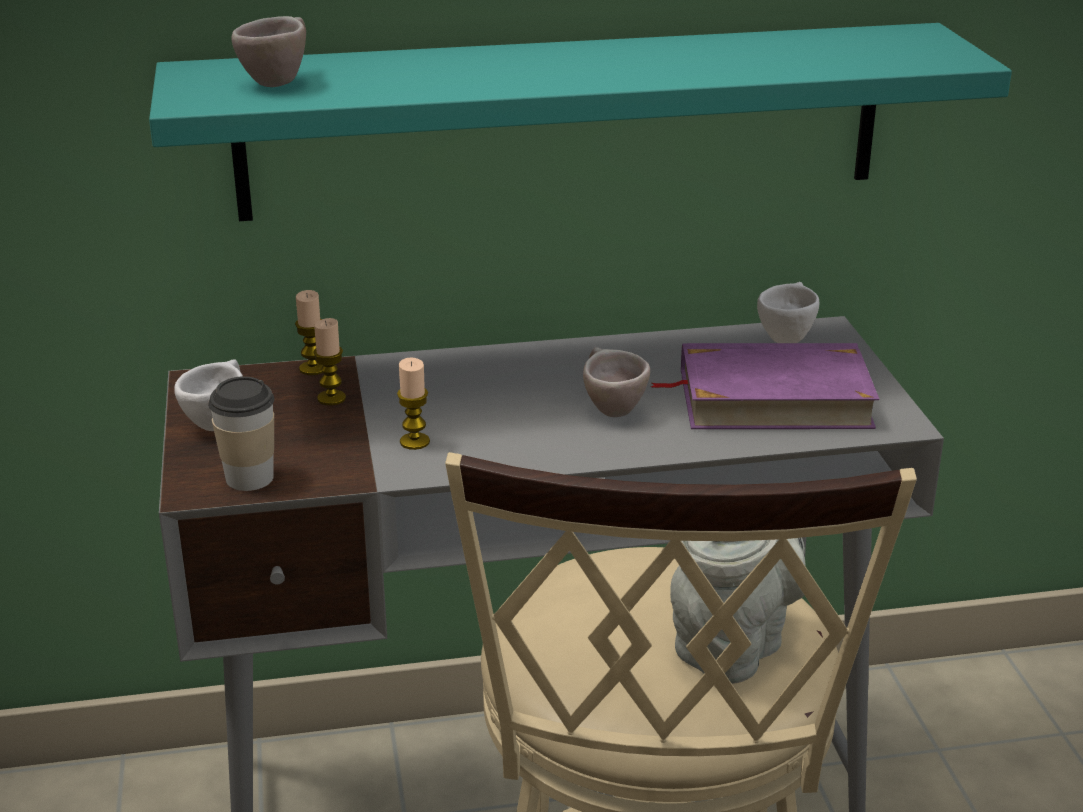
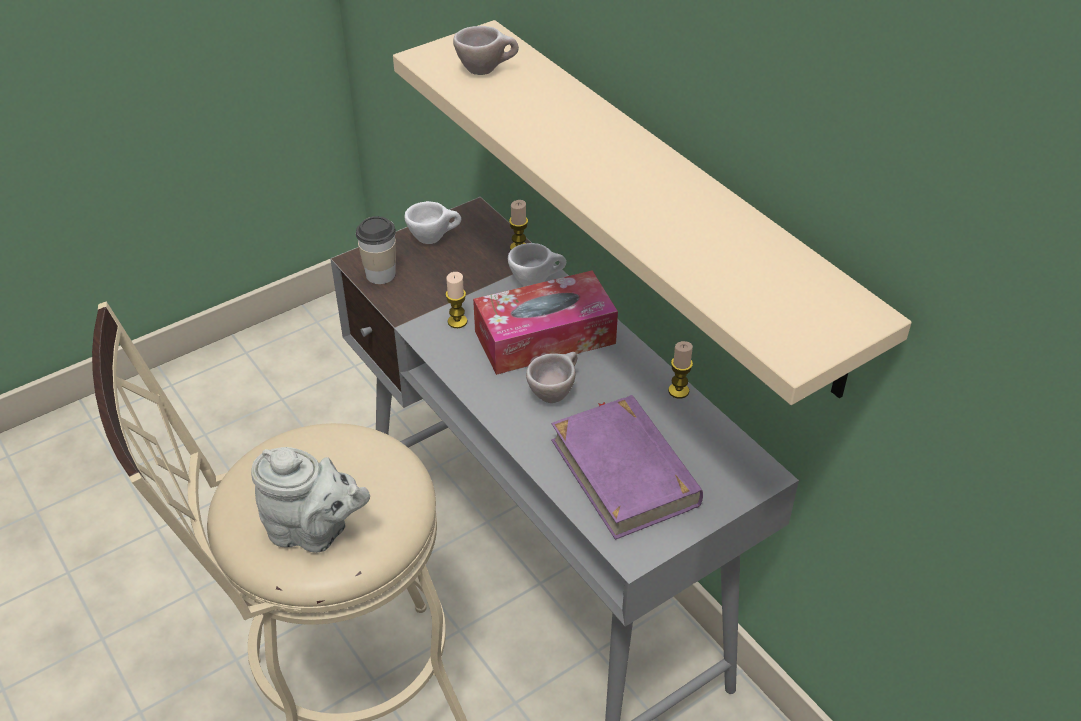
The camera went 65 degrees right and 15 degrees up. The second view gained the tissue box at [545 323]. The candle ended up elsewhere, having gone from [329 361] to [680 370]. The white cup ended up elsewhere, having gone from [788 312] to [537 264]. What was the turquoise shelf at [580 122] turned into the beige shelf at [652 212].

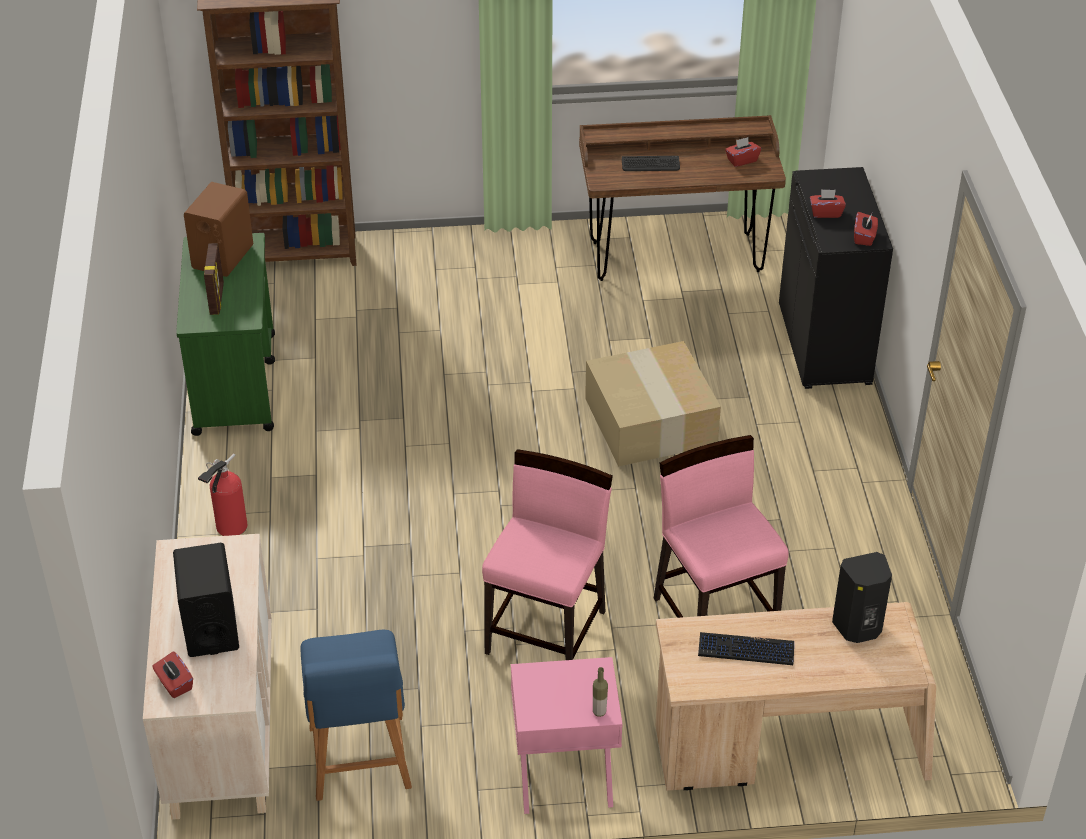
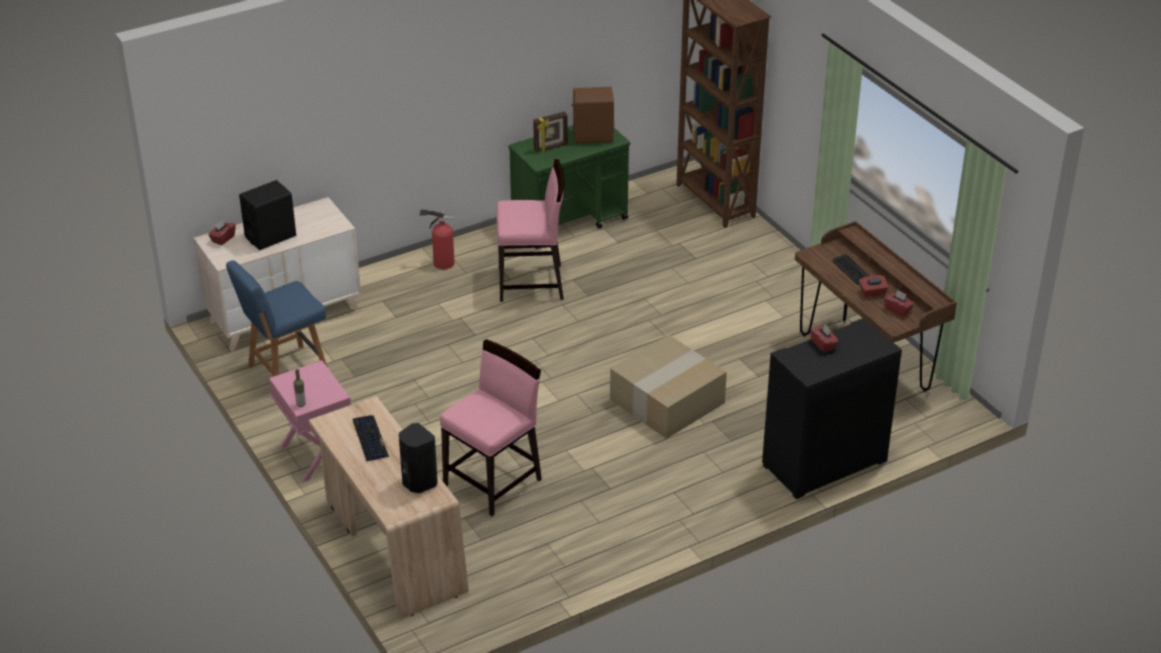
The camera went 65 degrees right and 5 degrees down. The pink chair ended up elsewhere, having gone from [547 554] to [530 230]. The red tissue box ended up elsewhere, having gone from [866 229] to [874 286].

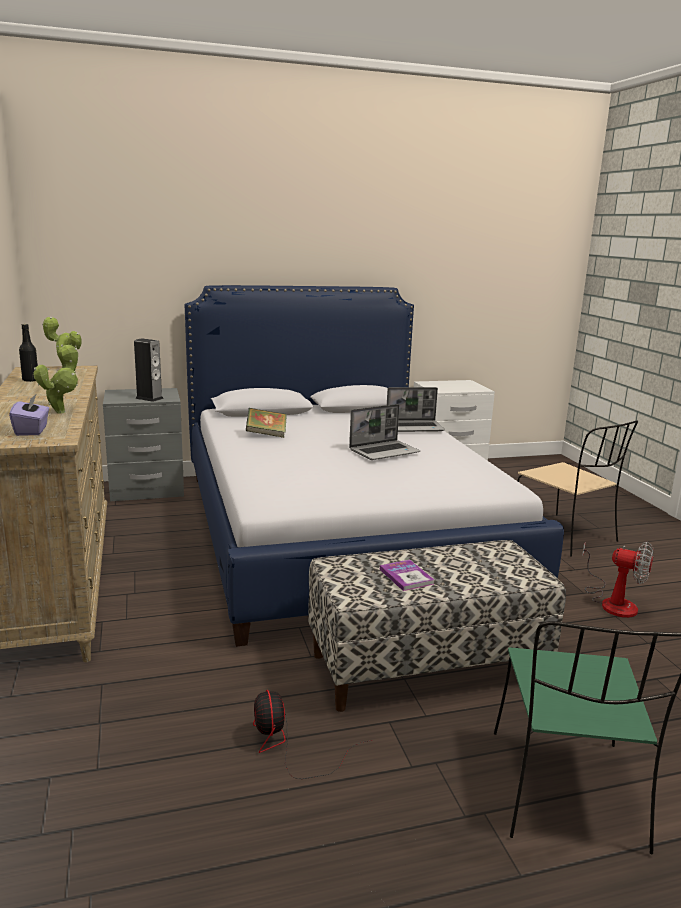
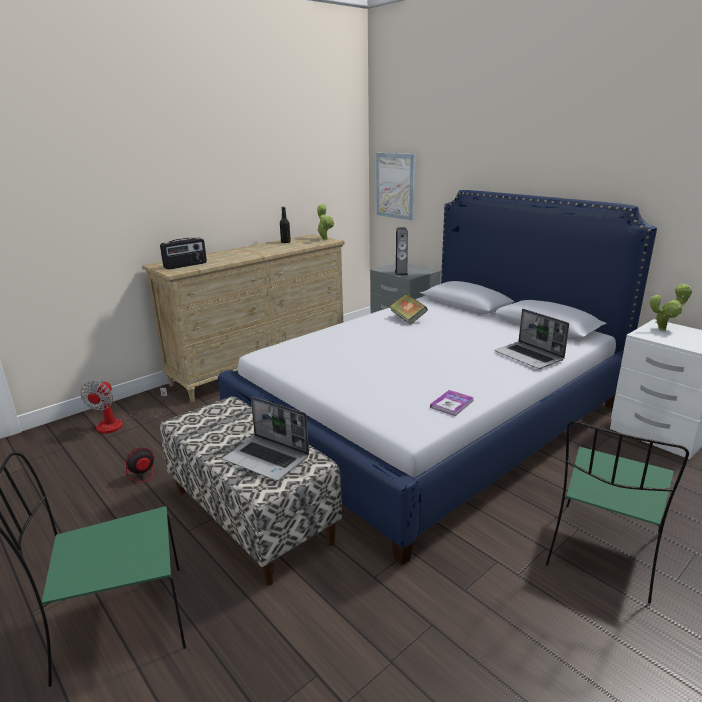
The camera went 65 degrees right and 5 degrees up. The second view gained the picture at [395 186]. The potted plant ended up elsewhere, having gone from [55 378] to [671 307]. The laptop ended up elsewhere, having gone from [384 432] to [266 438]. The book ended up elsewhere, having gone from [407 575] to [452 403]. The fan ended up elsewhere, having gone from [618 579] to [123 407]. Where the purple tissue box stood at [29 415], the radio came to stand at [183 253]. What was the beige chair at [578 488] turned into the green chair at [617 512].

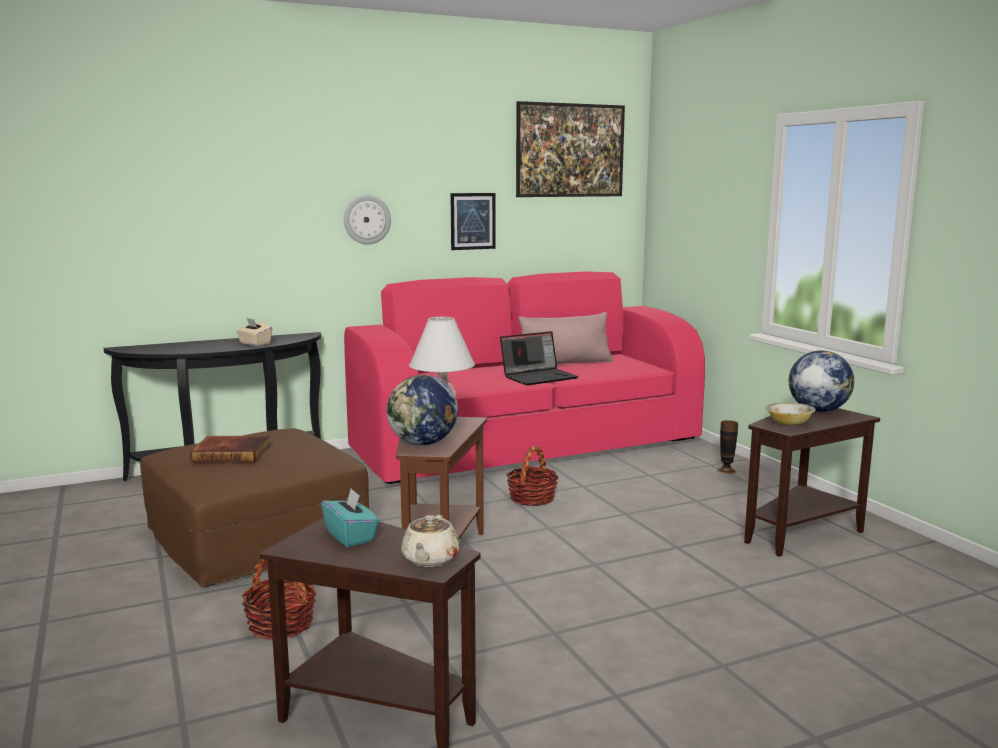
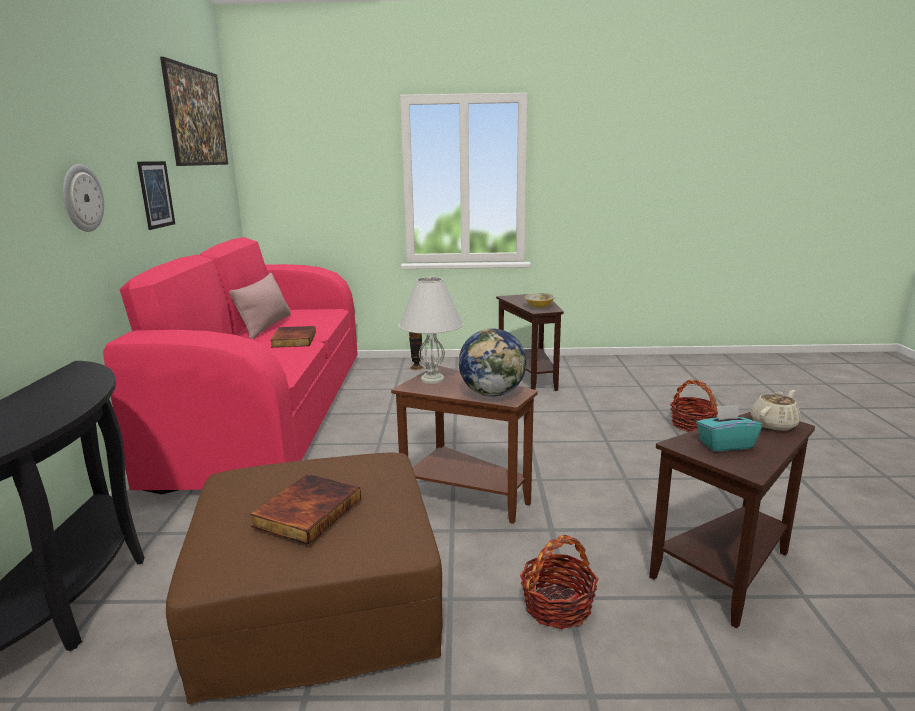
The camera went 65 degrees left and 5 degrees up. The second view lost the beige tissue box at [254 332]. The second view lost the globe at [821 381]. The basket ended up elsewhere, having gone from [532 476] to [694 406]. Where the laptop stood at [539 358], the book came to stand at [293 337]. The beige teapot at [430 541] ended up facing another way, 75 degrees counterclockwise from before.

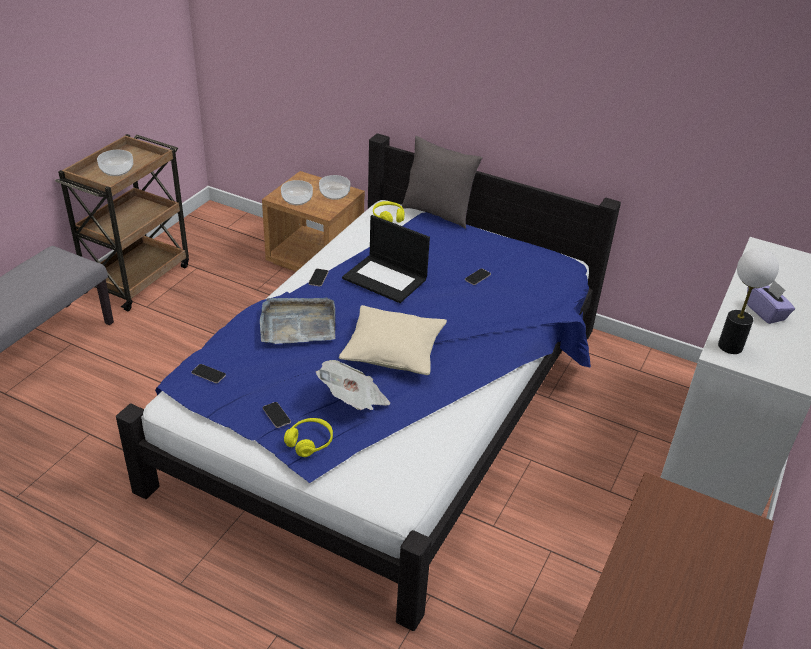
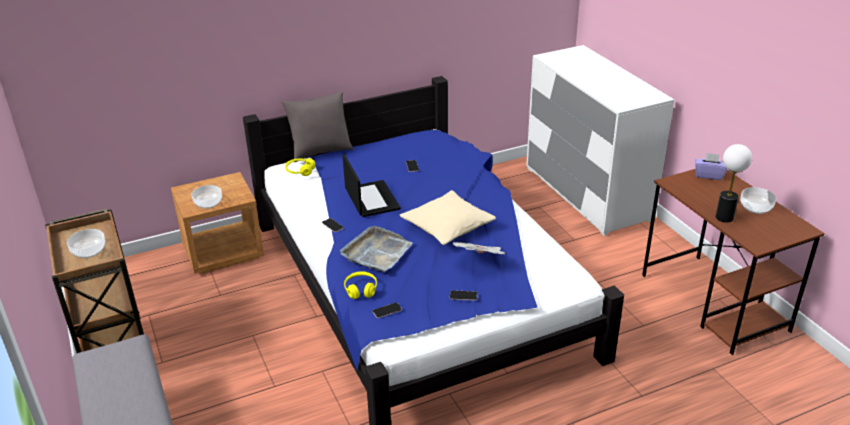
The camera went 50 degrees left and 5 degrees down. The yellow headphones ended up elsewhere, having gone from [308 437] to [360 285]. The bowl ended up elsewhere, having gone from [334 187] to [758 200]. The table lamp ended up elsewhere, having gone from [748 301] to [734 183]. The purple tissue box ended up elsewhere, having gone from [771 302] to [711 166]. The laptop at [386 259] ended up facing another way, 90 degrees counterclockwise from before.

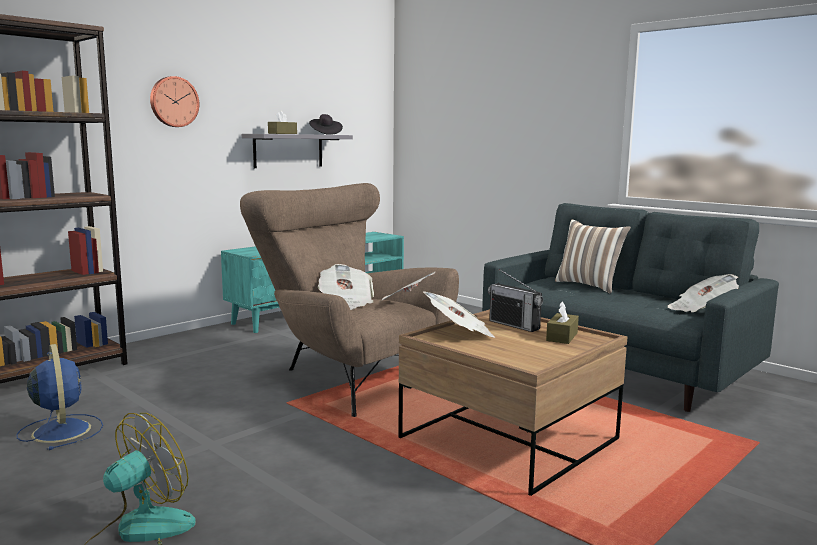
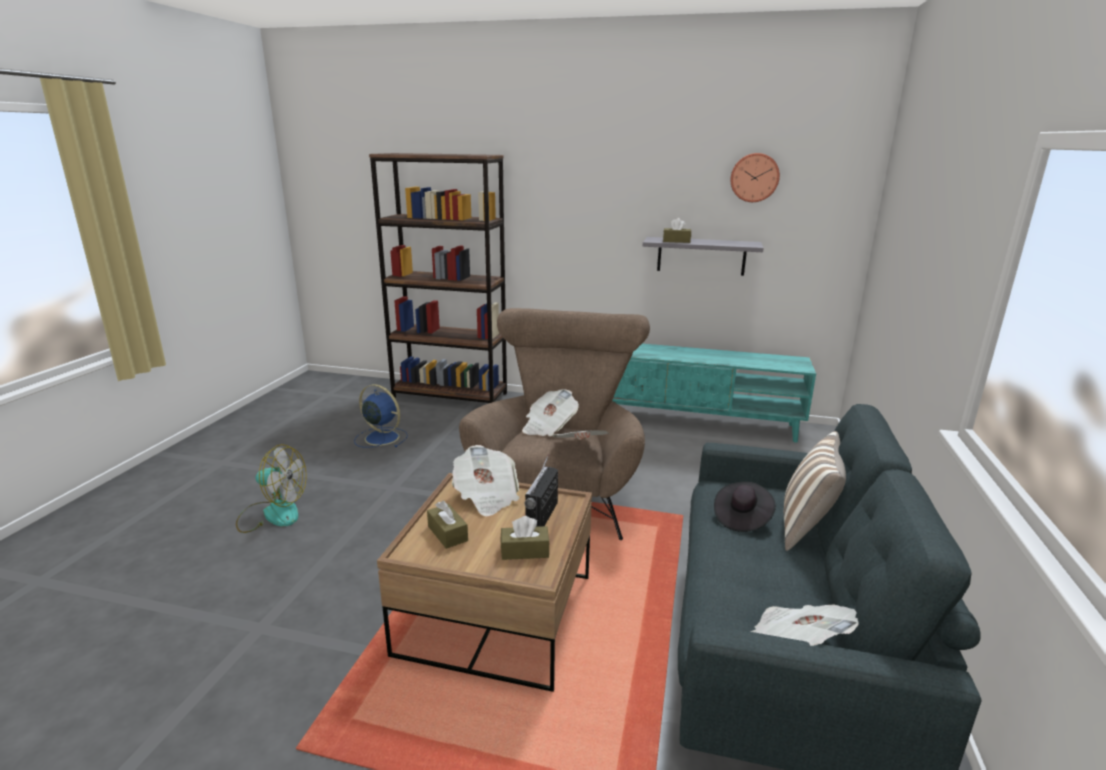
The camera went 60 degrees right and 10 degrees up. The second view gained the brown tissue box at [447 525]. The wall clock ended up elsewhere, having gone from [174 101] to [755 177]. The black hat ended up elsewhere, having gone from [326 124] to [745 507]. The blue fan at [59 397] ended up facing another way, 90 degrees counterclockwise from before.

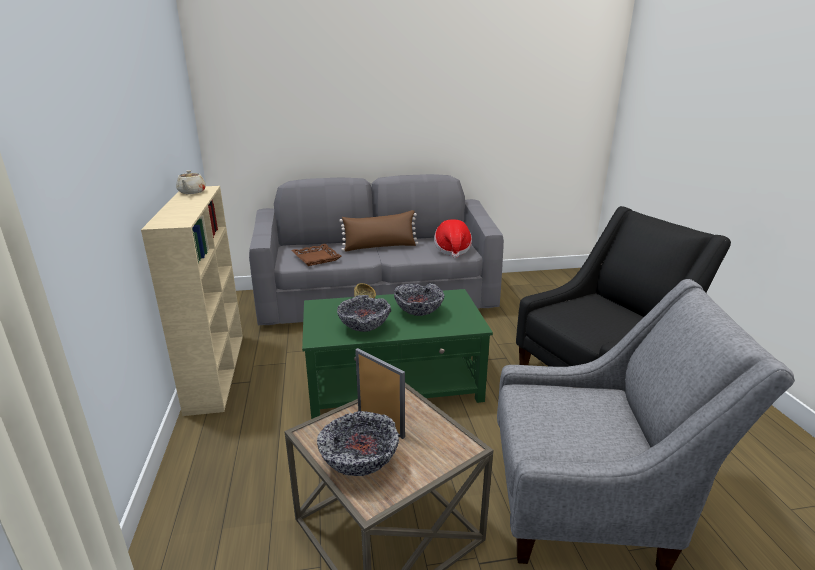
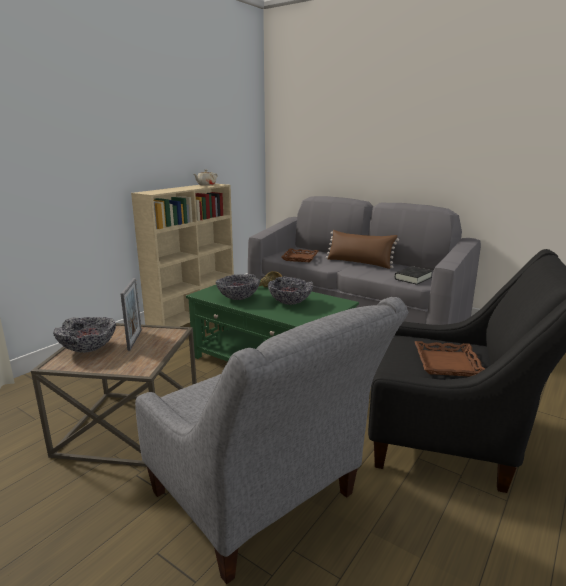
The camera went 45 degrees right and 5 degrees down. The second view gained the brown tray at [450 358]. Where the hat stood at [453 238], the black book came to stand at [413 275].

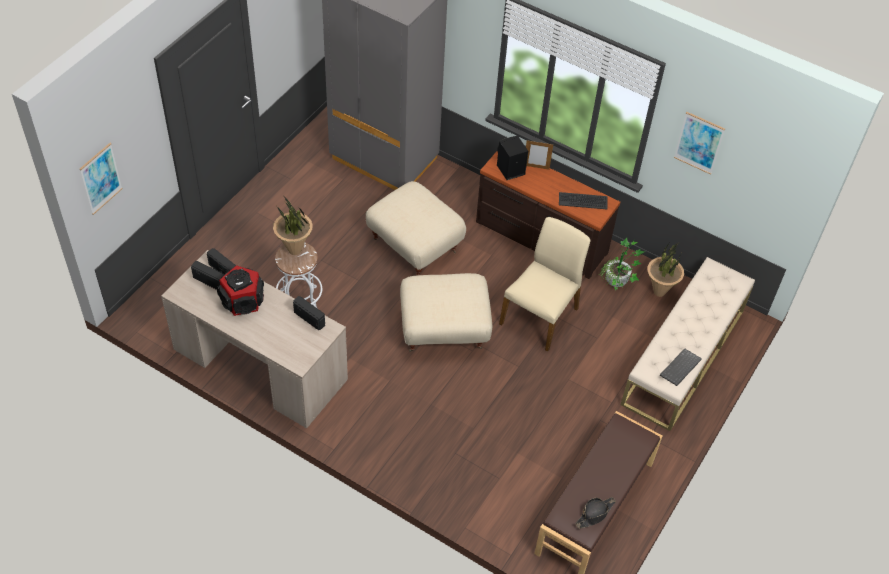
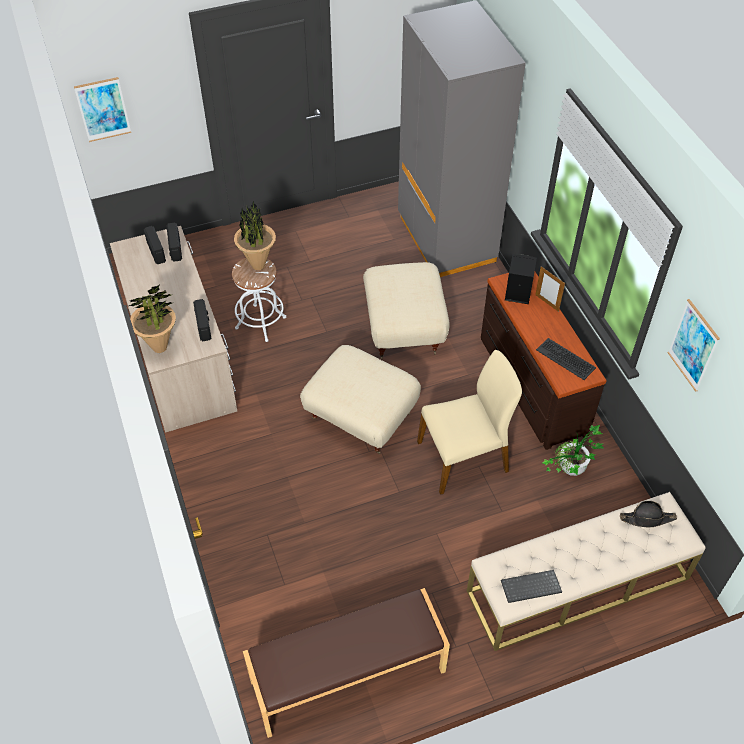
The camera went 40 degrees right and 0 degrees up. The second view lost the speaker at [240 290]. The black hat ended up elsewhere, having gone from [595 513] to [648 514]. The potted plant ended up elsewhere, having gone from [666 270] to [152 318].

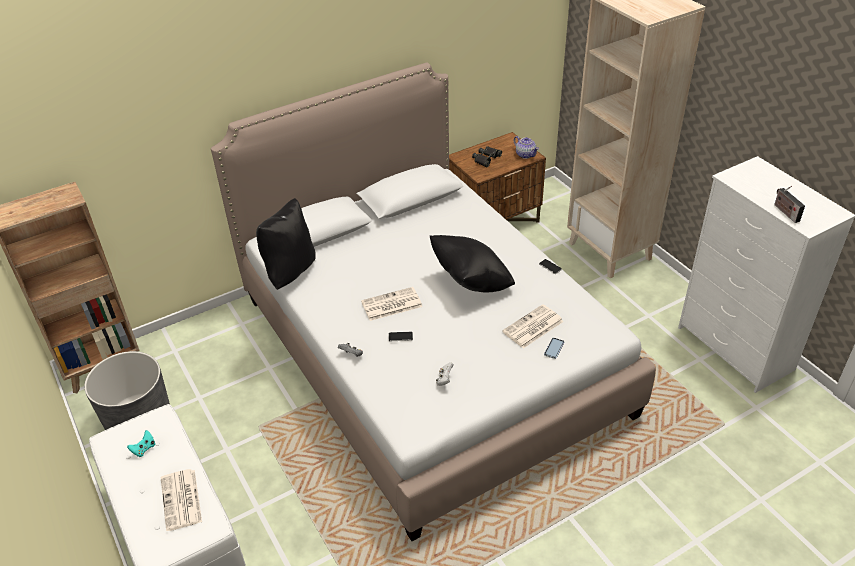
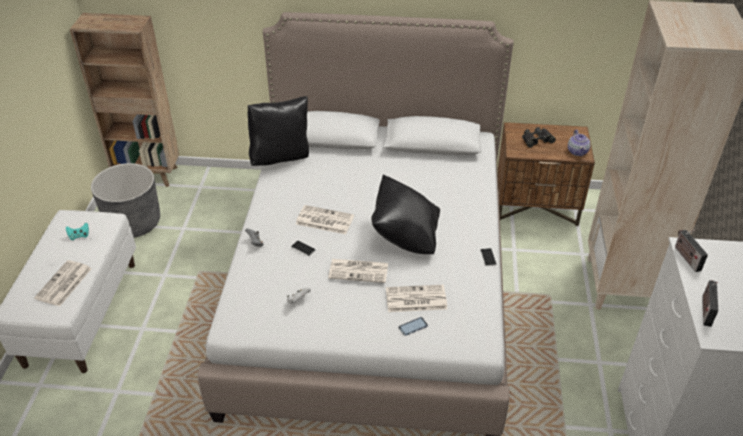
The camera went 35 degrees right and 0 degrees up. The second view gained the newspaper at [358 271]. The second view gained the radio at [691 251].

